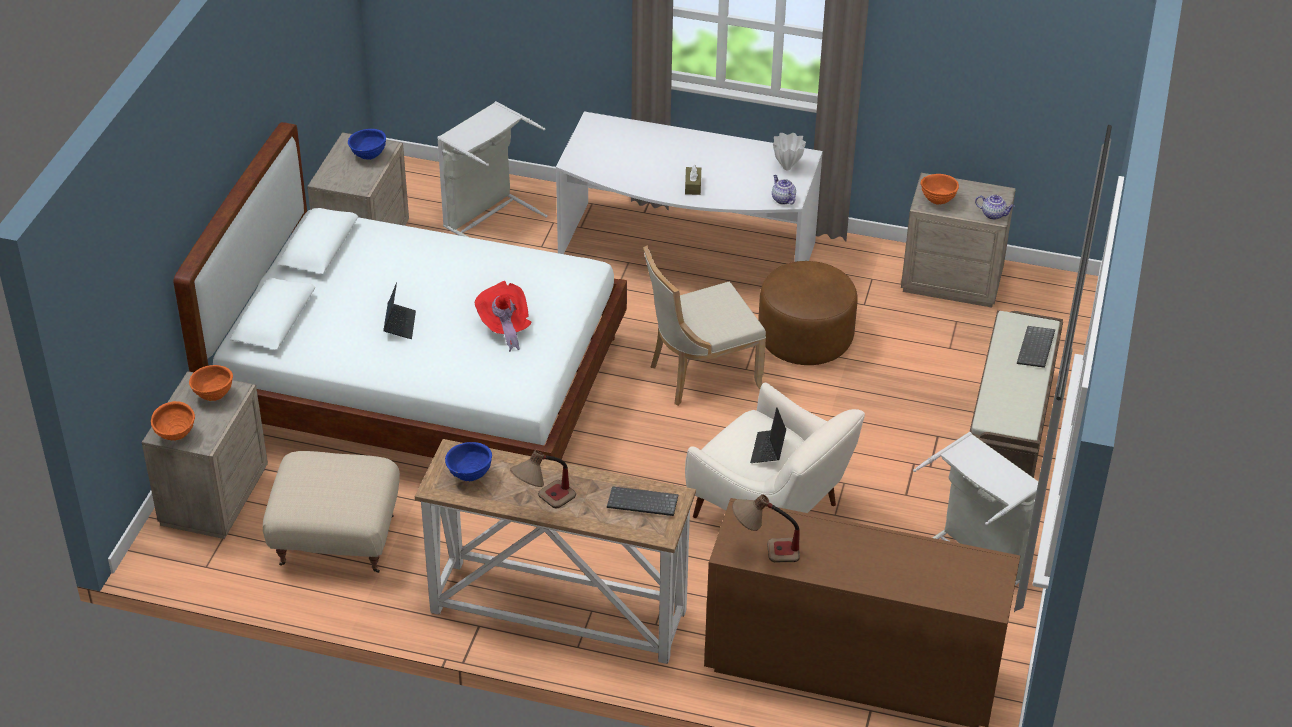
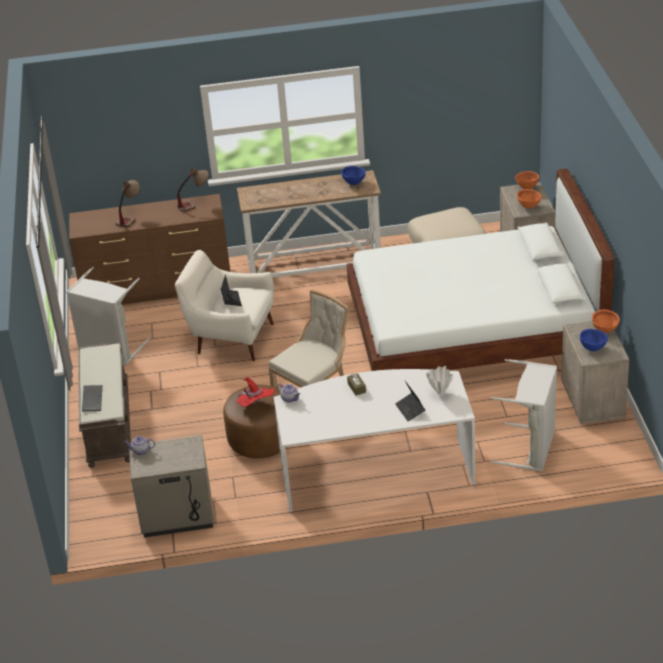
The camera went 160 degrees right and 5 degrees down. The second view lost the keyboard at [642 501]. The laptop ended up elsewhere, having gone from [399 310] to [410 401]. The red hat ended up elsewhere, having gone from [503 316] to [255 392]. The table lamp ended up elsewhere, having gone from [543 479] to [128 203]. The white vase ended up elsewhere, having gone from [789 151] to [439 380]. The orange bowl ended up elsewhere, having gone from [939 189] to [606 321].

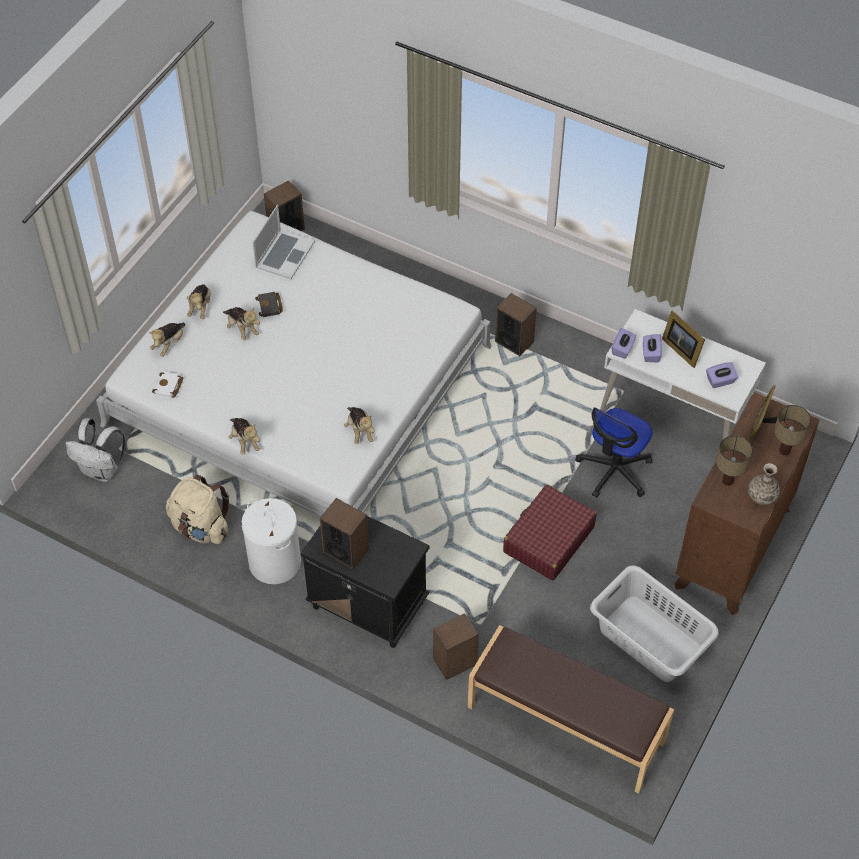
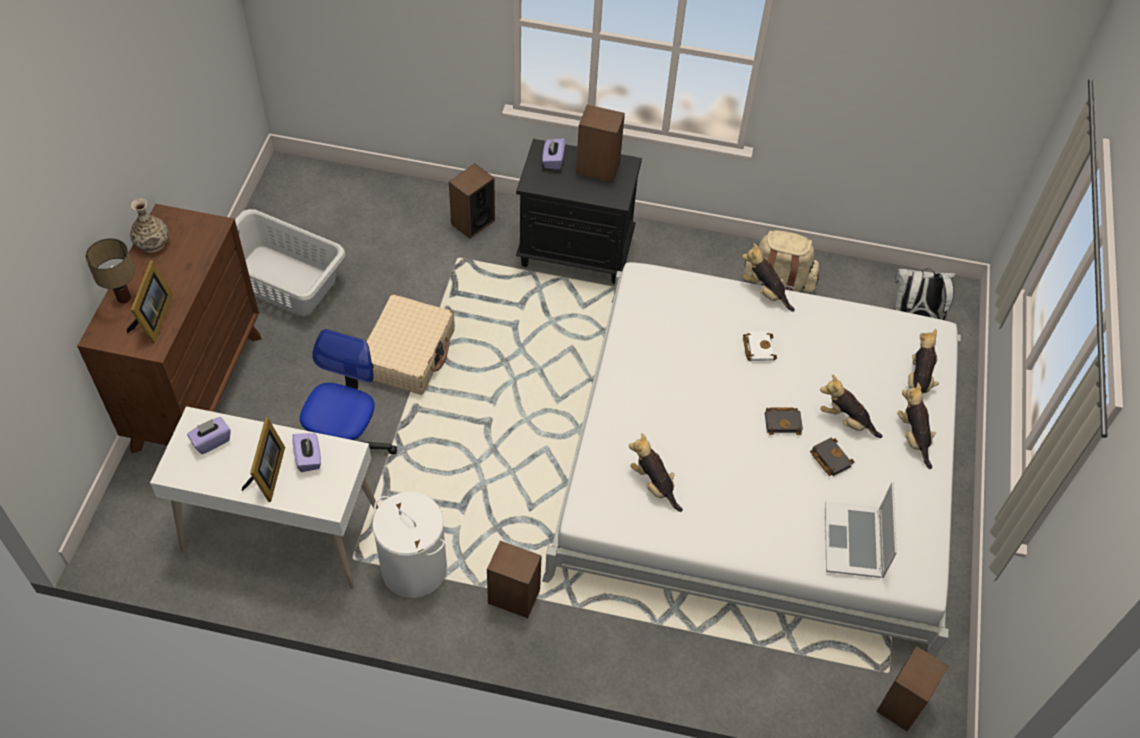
The camera went 160 degrees right and 0 degrees up. The second view lost the brown bench at [571 709]. The second view lost the table lamp at [734 460]. The second view gained the black book at [784 421]. The white book ended up elsewhere, having gone from [167 385] to [760 346]. The white laundry basket ended up elsewhere, having gone from [271 541] to [409 545]. The plush toy ended up elsewhere, having gone from [359 425] to [656 472]. The purple tissue box ended up elsewhere, having gone from [624 343] to [553 154]. What was the red suitcase at [550 532] turned into the beige suitcase at [410 344]. The picture frame at [683 339] ended up facing another way, 60 degrees clockwise from before.

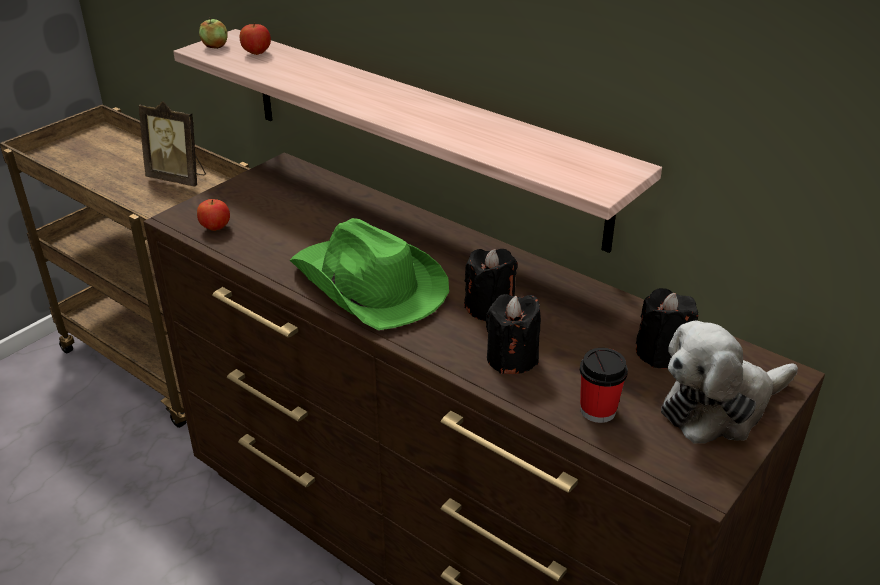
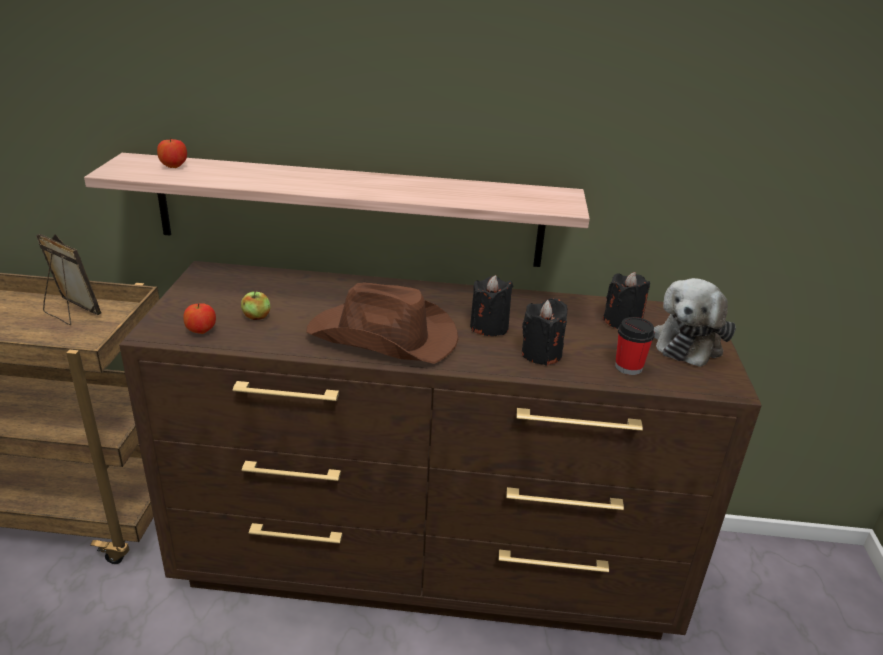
The camera went 35 degrees left and 5 degrees down. The apple ended up elsewhere, having gone from [213 33] to [256 305]. What was the green hat at [369 274] turned into the brown hat at [382 323]. The picture frame at [172 143] ended up facing another way, 135 degrees counterclockwise from before.

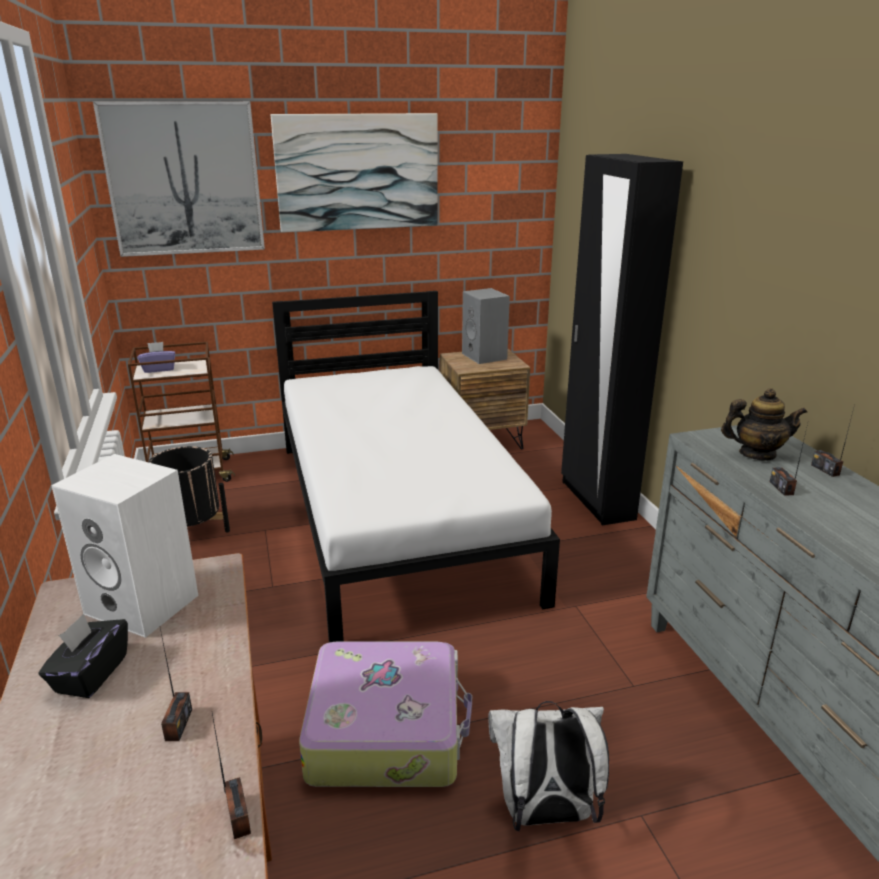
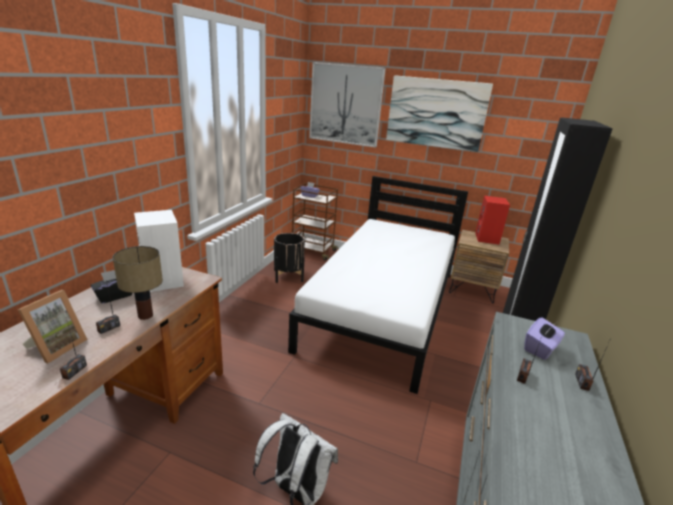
The camera went 35 degrees right and 0 degrees up. The second view lost the suitcase at [385 714]. The second view gained the picture frame at [53 326]. The second view gained the table lamp at [138 283]. Where the teapot stood at [764 424], the purple tissue box came to stand at [544 338]. What was the grey speaker at [486 326] turned into the red speaker at [492 220].

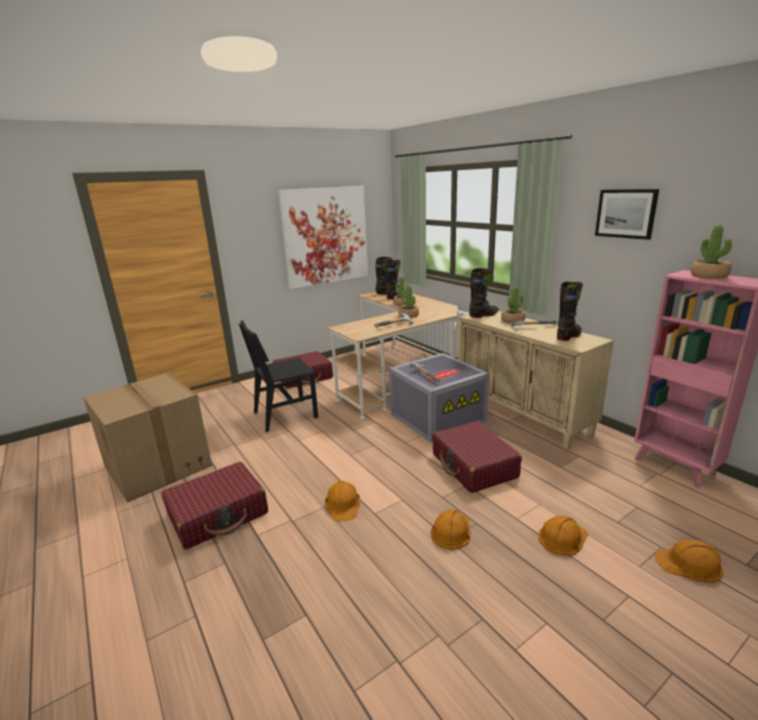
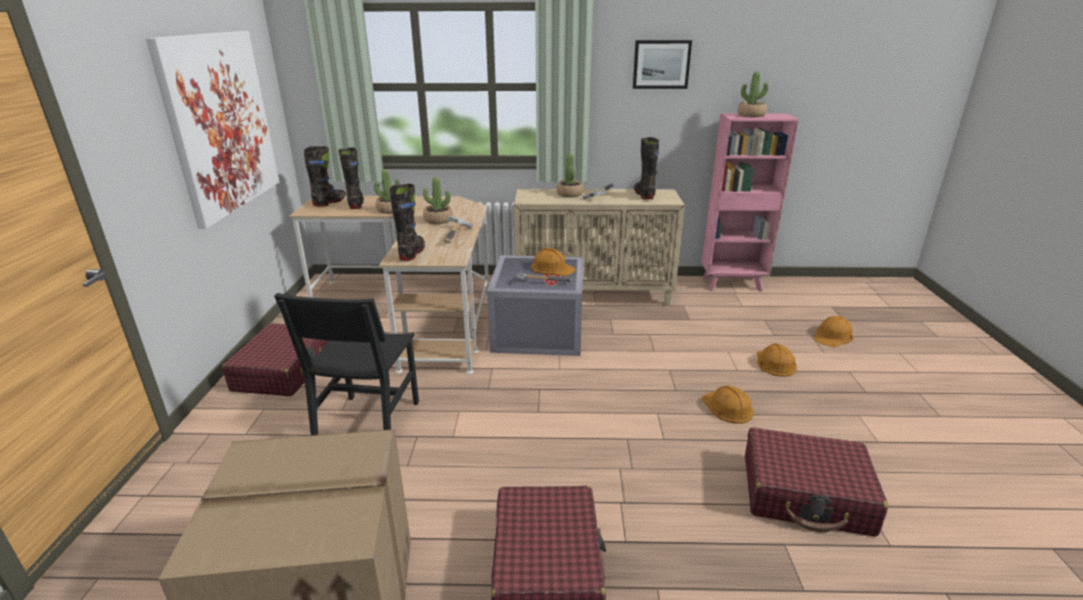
The camera went 55 degrees left and 5 degrees up. The orange hard hat ended up elsewhere, having gone from [342 501] to [553 262]. The red suitcase ended up elsewhere, having gone from [477 457] to [816 482]. The black boot ended up elsewhere, having gone from [484 293] to [407 222].

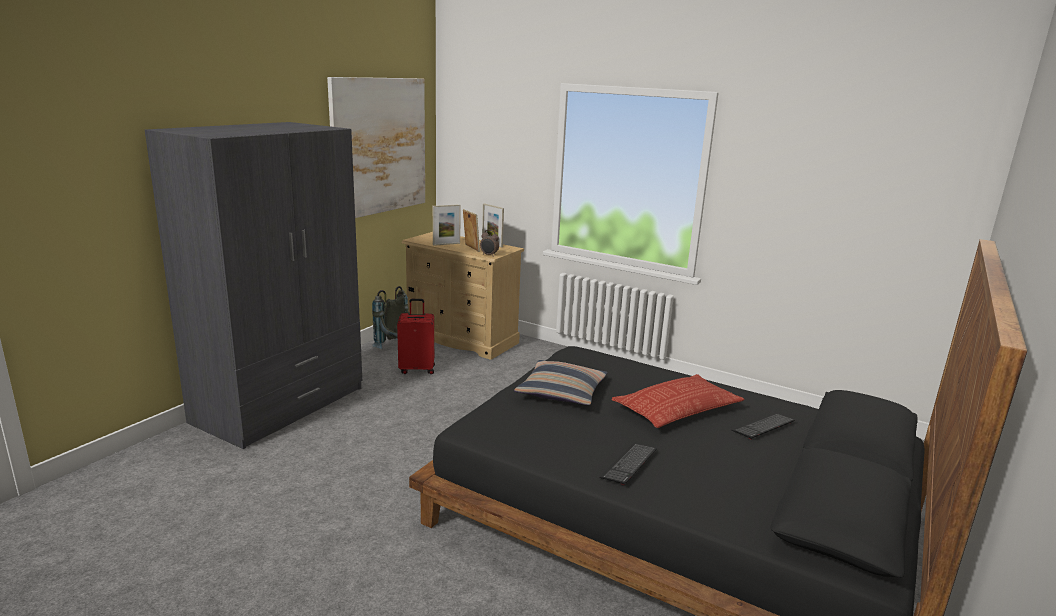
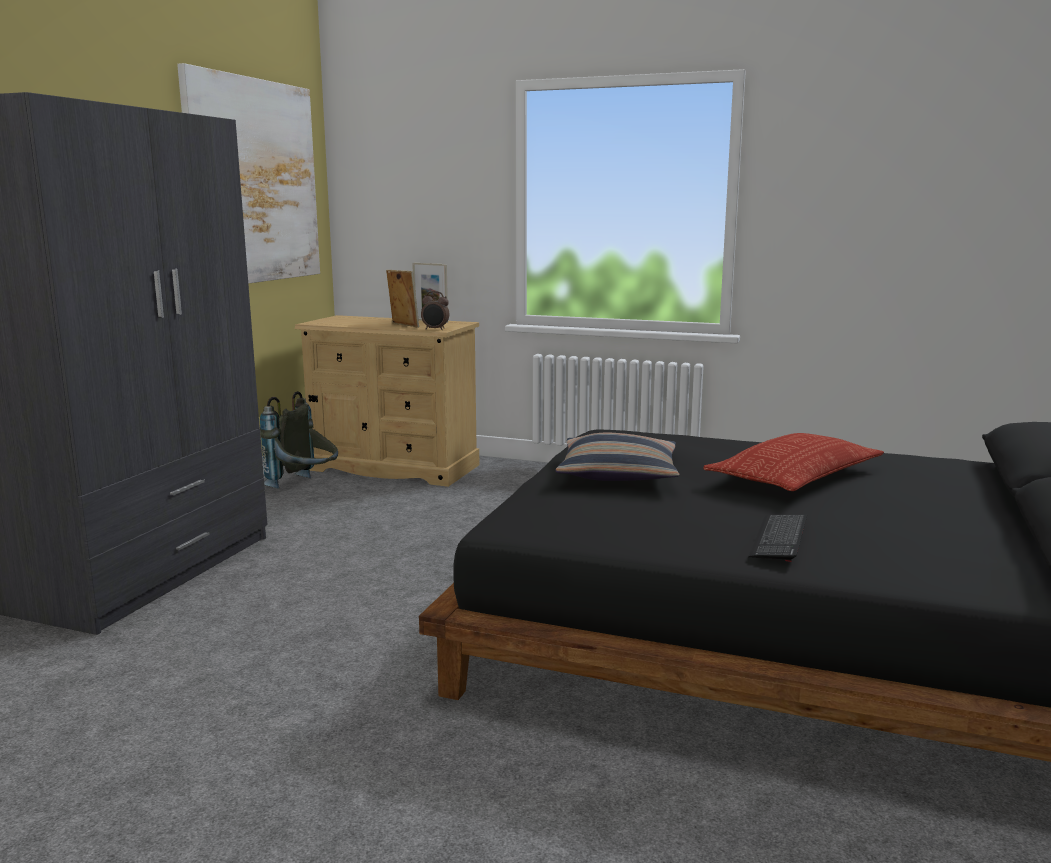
The camera went 10 degrees left and 5 degrees down. The second view lost the red suitcase at [416 336]. The second view lost the picture frame at [447 225]. The second view lost the keyboard at [763 426].

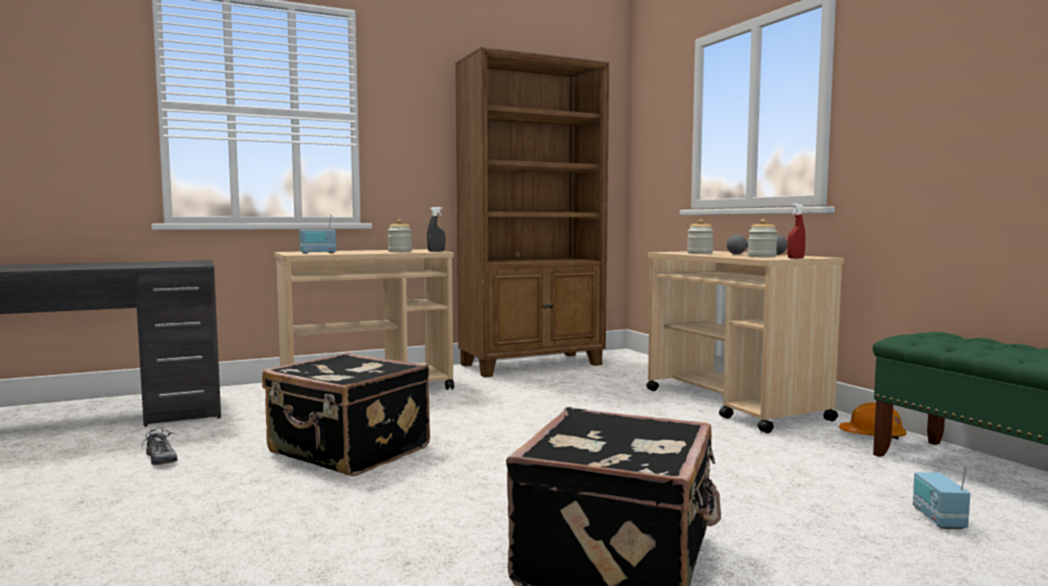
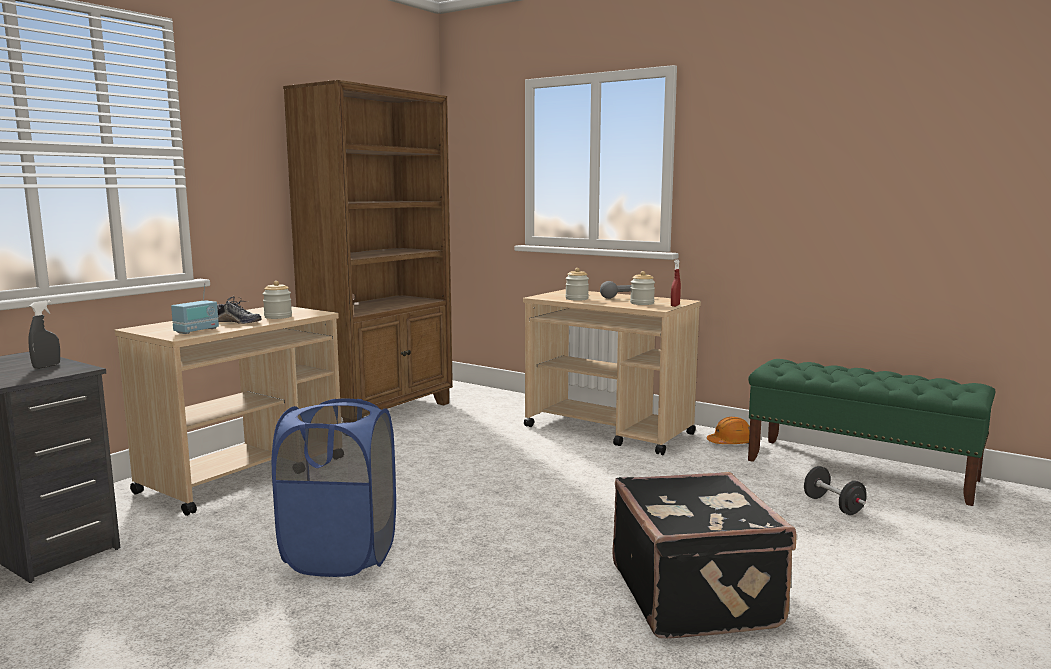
The camera went 30 degrees left and 5 degrees up. The shoe ended up elsewhere, having gone from [160 446] to [239 310]. The grey spray bottle ended up elsewhere, having gone from [436 229] to [44 334]. Where the black suitcase stood at [346 414], the blue laundry basket came to stand at [334 488]. Where the radio stood at [941 498], the black dumbbell came to stand at [835 490].

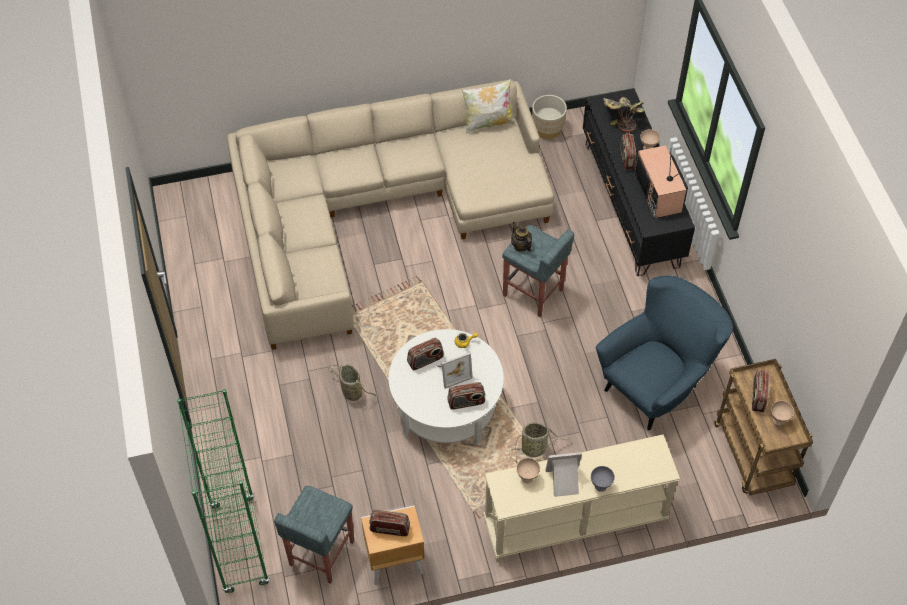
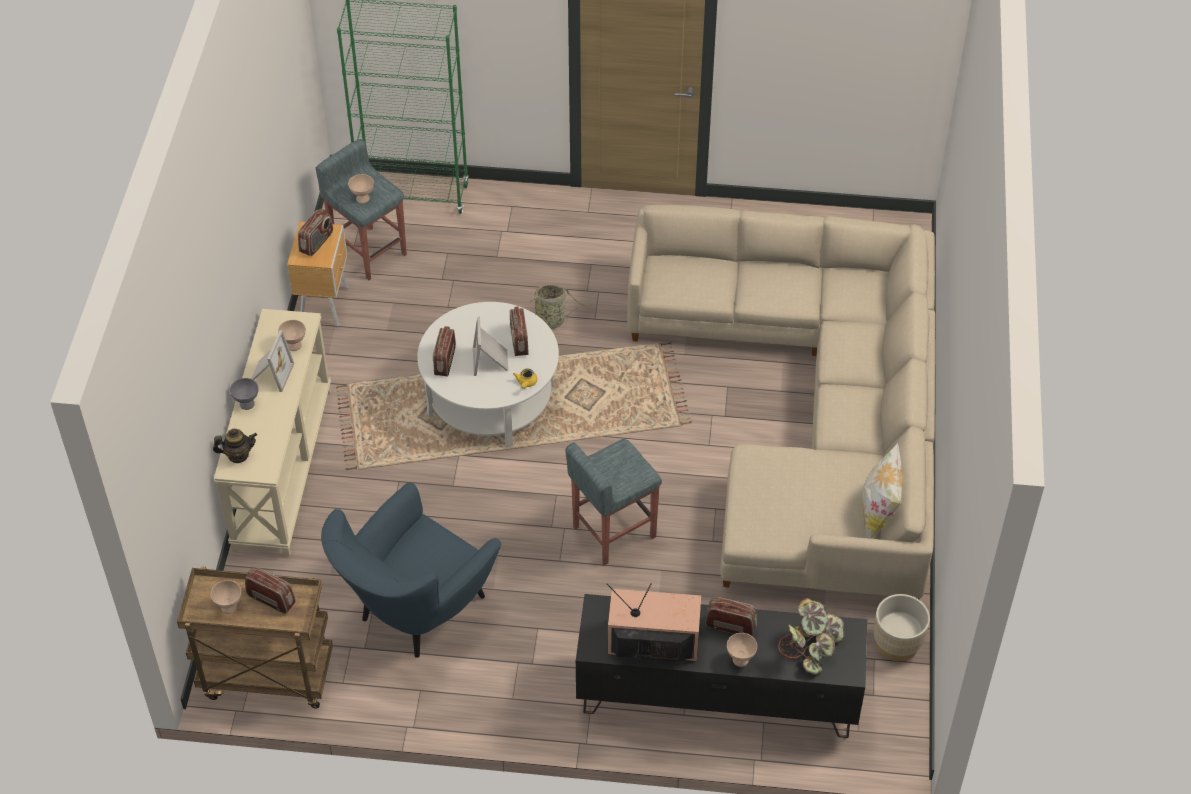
The camera went 110 degrees right and 5 degrees down. The second view lost the basket at [539 443]. The second view gained the beige bowl at [361 188]. The teapot ended up elsewhere, having gone from [521 237] to [235 446]. The blue armchair at [664 352] ended up facing another way, 60 degrees clockwise from before.

